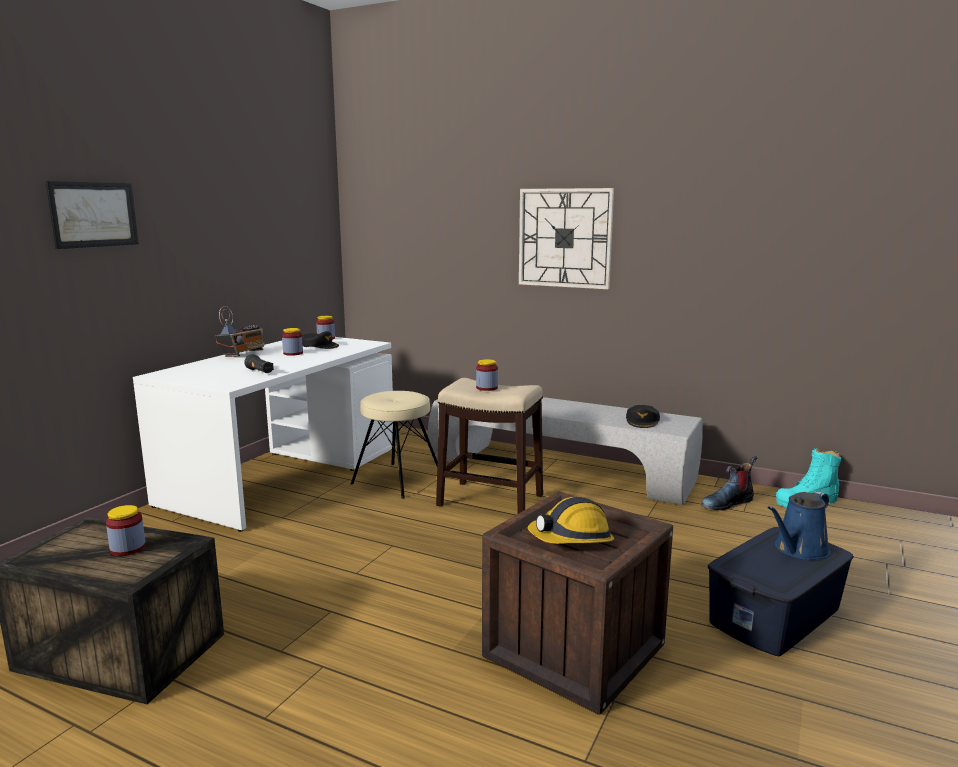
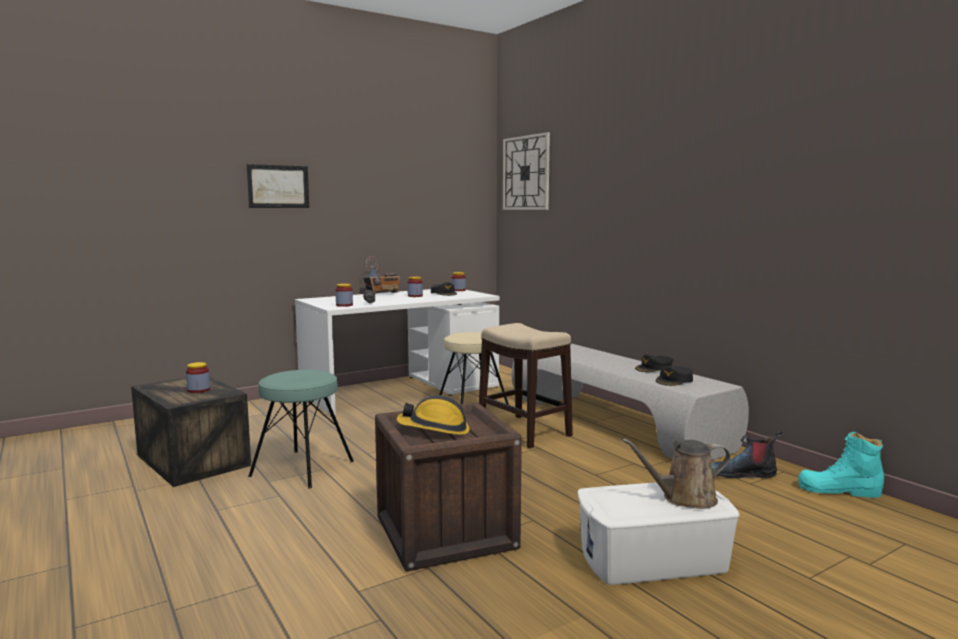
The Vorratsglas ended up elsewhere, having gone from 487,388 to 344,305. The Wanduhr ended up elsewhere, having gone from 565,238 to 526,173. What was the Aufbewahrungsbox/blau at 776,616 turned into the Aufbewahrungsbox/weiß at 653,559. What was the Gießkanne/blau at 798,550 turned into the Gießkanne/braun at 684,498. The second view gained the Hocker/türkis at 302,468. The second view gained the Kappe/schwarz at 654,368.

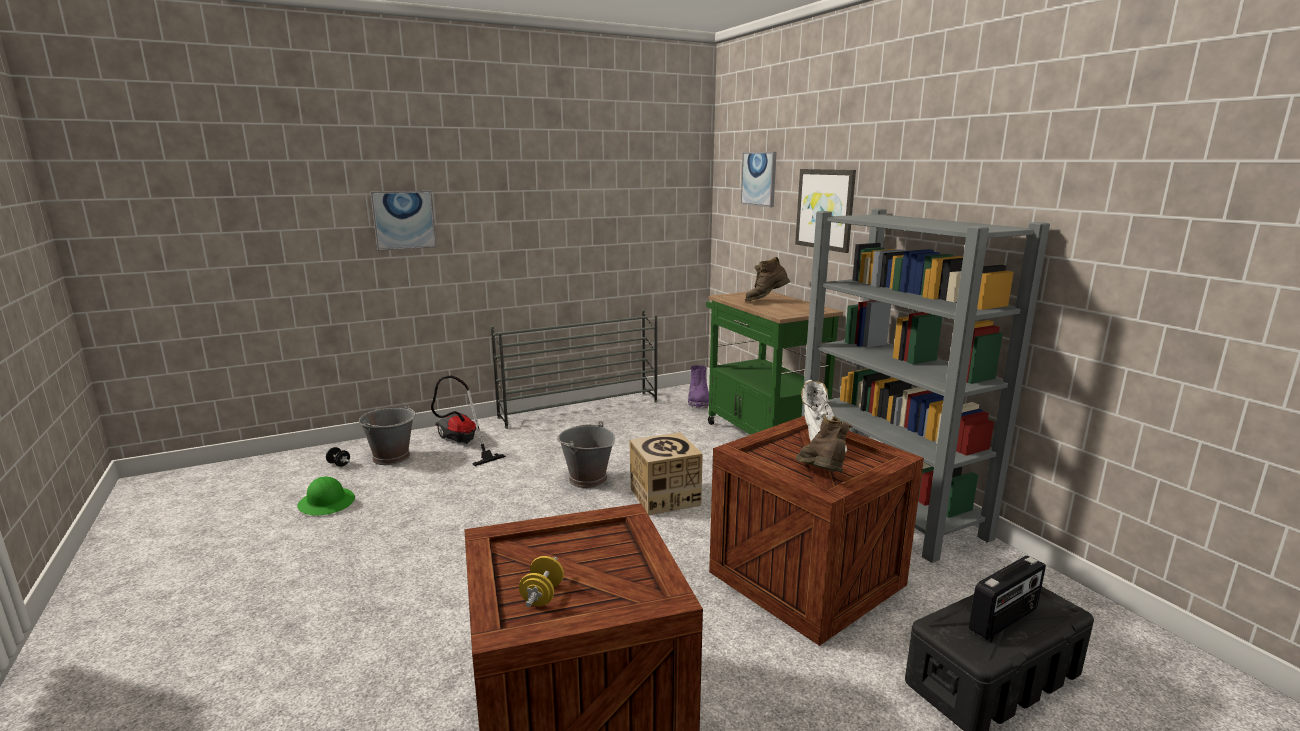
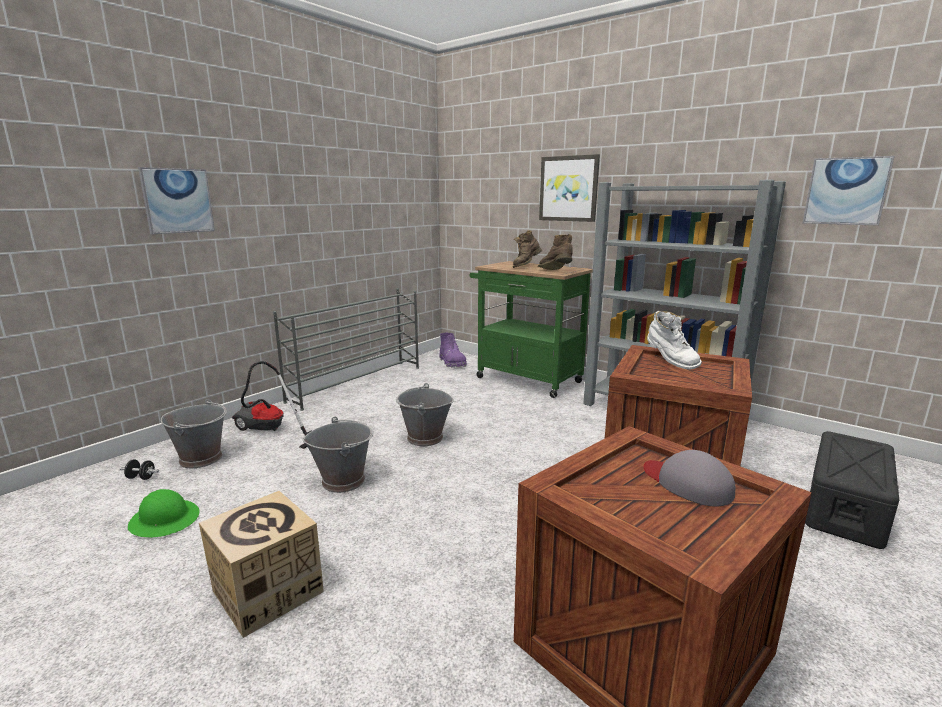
The second view lost the Hantel/gelb at 542,595. The Karton ended up elsewhere, having gone from 664,497 to 267,591. The Bild ended up elsewhere, having gone from 759,179 to 846,191. The Stiefel/braun ended up elsewhere, having gone from 821,478 to 555,272. The second view lost the Radio at 1004,619. The second view gained the Eimer/grau at 343,480. The second view gained the Kappe/grau at 687,483.

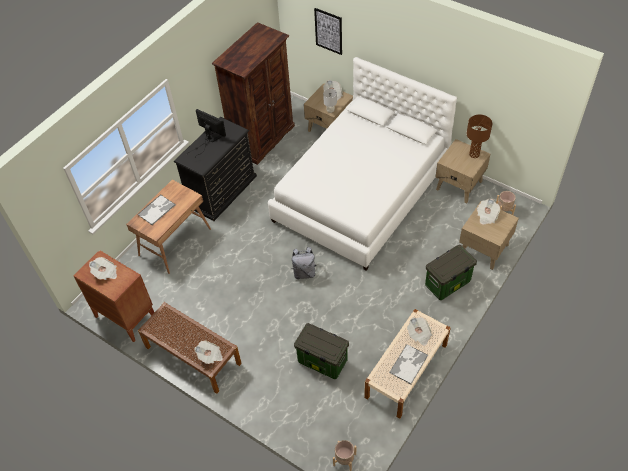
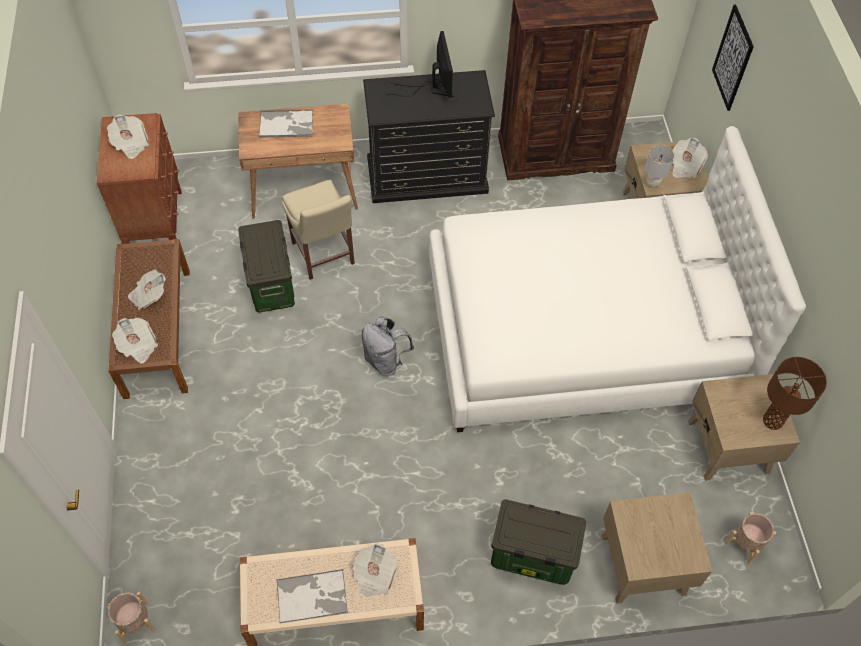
The Aufbewahrungsbox ended up elsewhere, having gone from 321,361 to 270,284. The Zeitung ended up elsewhere, having gone from 486,216 to 149,295. The second view gained the Stuhl/beige at 324,255.

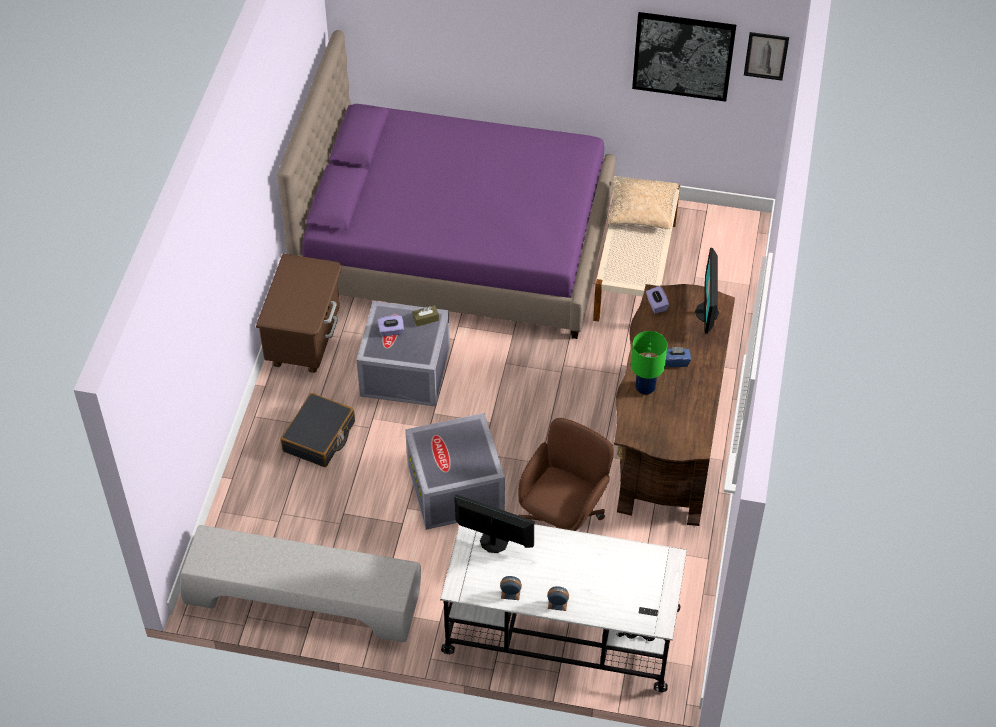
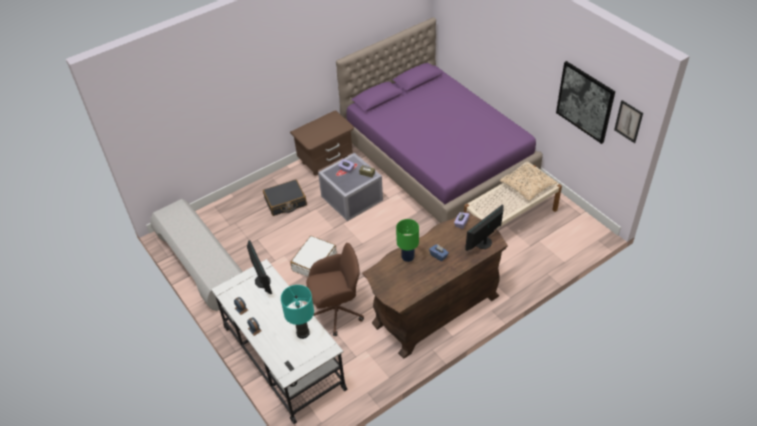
Where the Aufbewahrungsbox/grau stood at 457,489, the Koffer/weiß came to stand at 314,262. The second view gained the Tischlampe/türkis at 303,333.

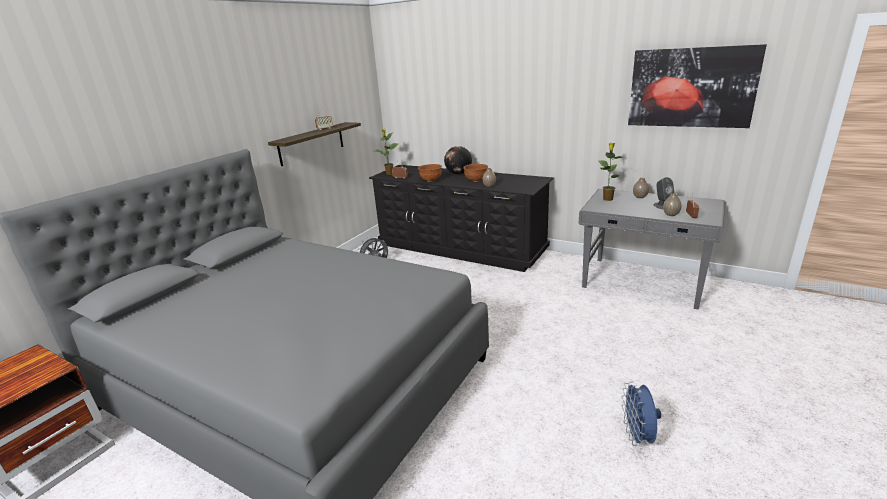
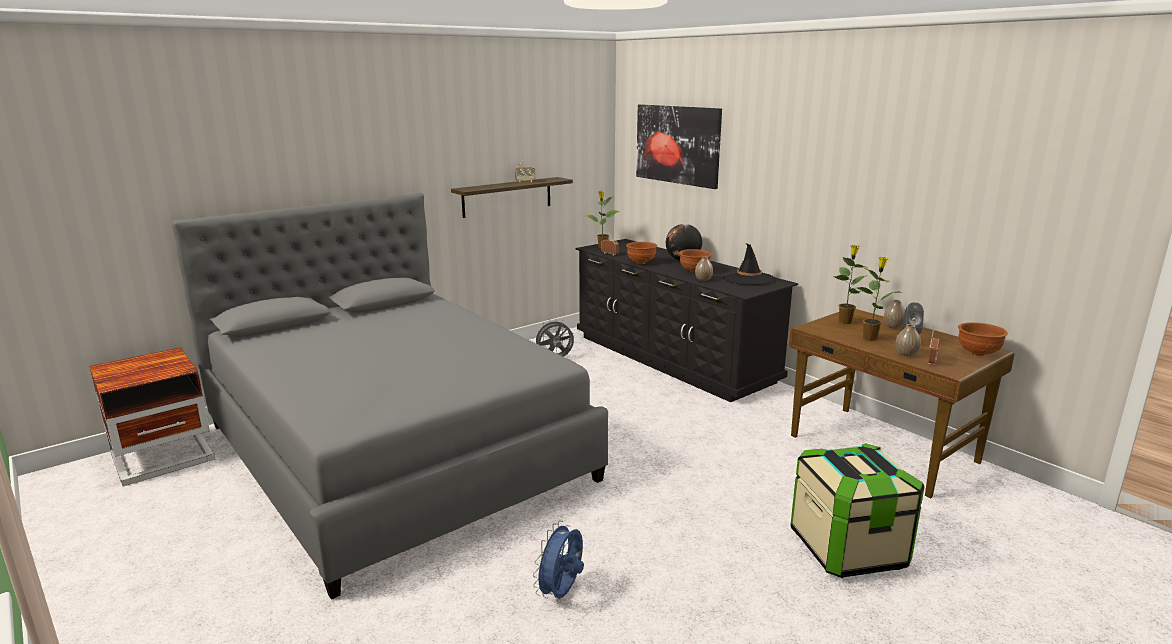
What was the Schreibtisch/grau at 643,282 turned into the Schreibtisch/braun at 882,450. The Ventilator/blau ended up elsewhere, having gone from 637,437 to 562,593. The Bild ended up elsewhere, having gone from 691,87 to 677,144. The second view gained the Hut/schwarz at 748,279. The second view gained the Aufbewahrungsbox at 847,549. The second view gained the Topfpflanze at 870,338. The second view gained the Schüssel/braun at 977,353.

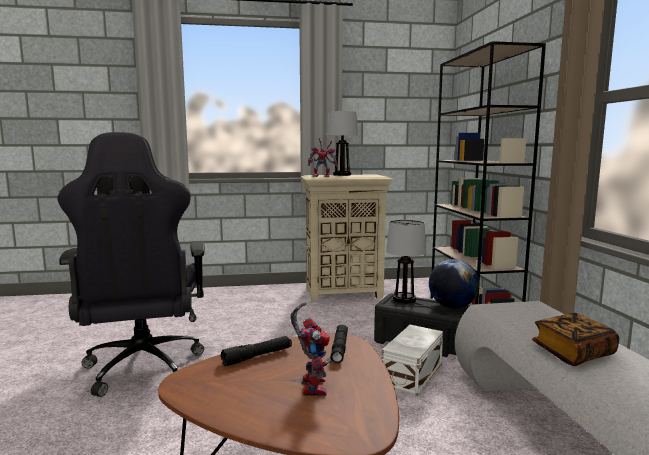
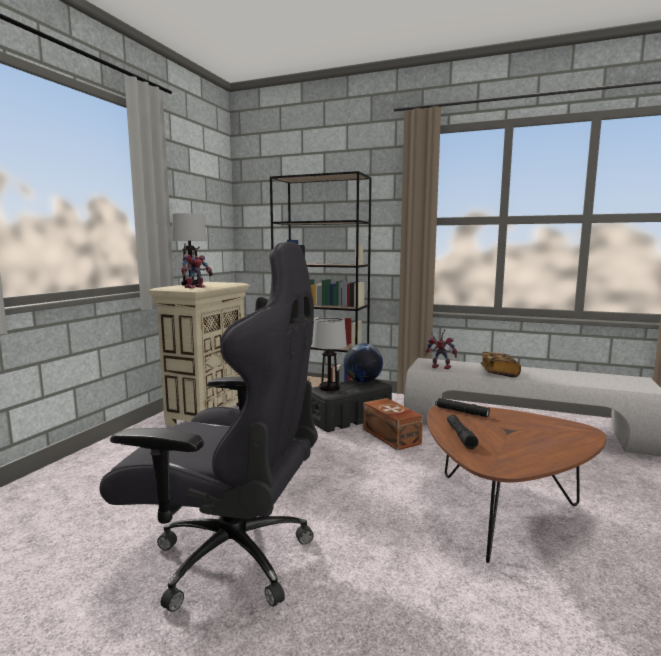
The Spielzeugroboter ended up elsewhere, having gone from 311,385 to 439,367. What was the Aufbewahrungsbox/weiß at 411,374 turned into the Aufbewahrungsbox/braun at 391,436.

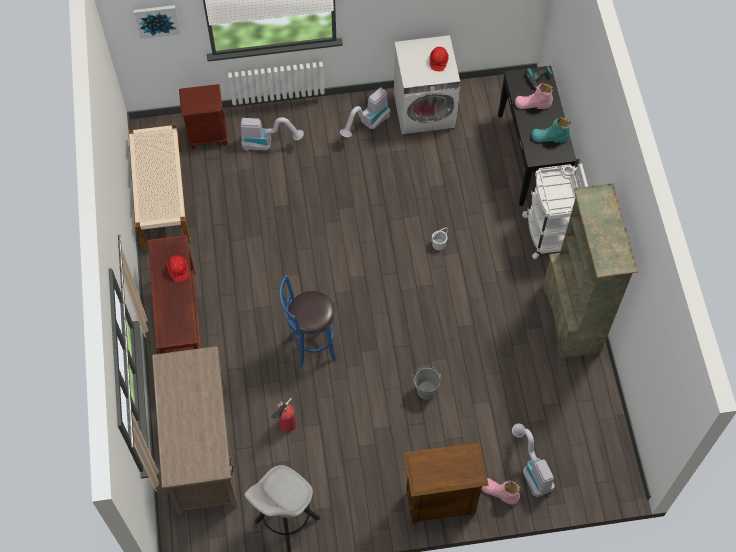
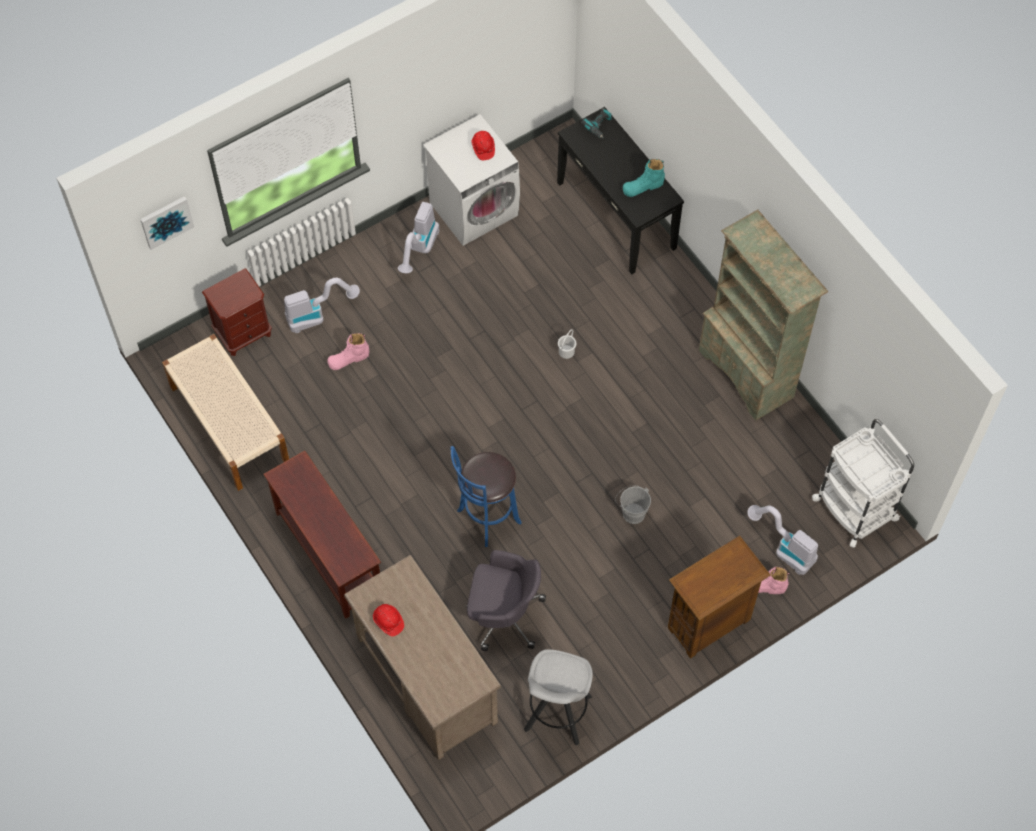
The Schutzhelm/rot ended up elsewhere, having gone from 178,270 to 388,622. Where the Feuerlöscher stood at 285,425, the Bürostuhl/grau came to stand at 503,615. The Stiefel/rosa ended up elsewhere, having gone from 533,104 to 348,359. The Rollwagen/weiß ended up elsewhere, having gone from 549,233 to 854,509.

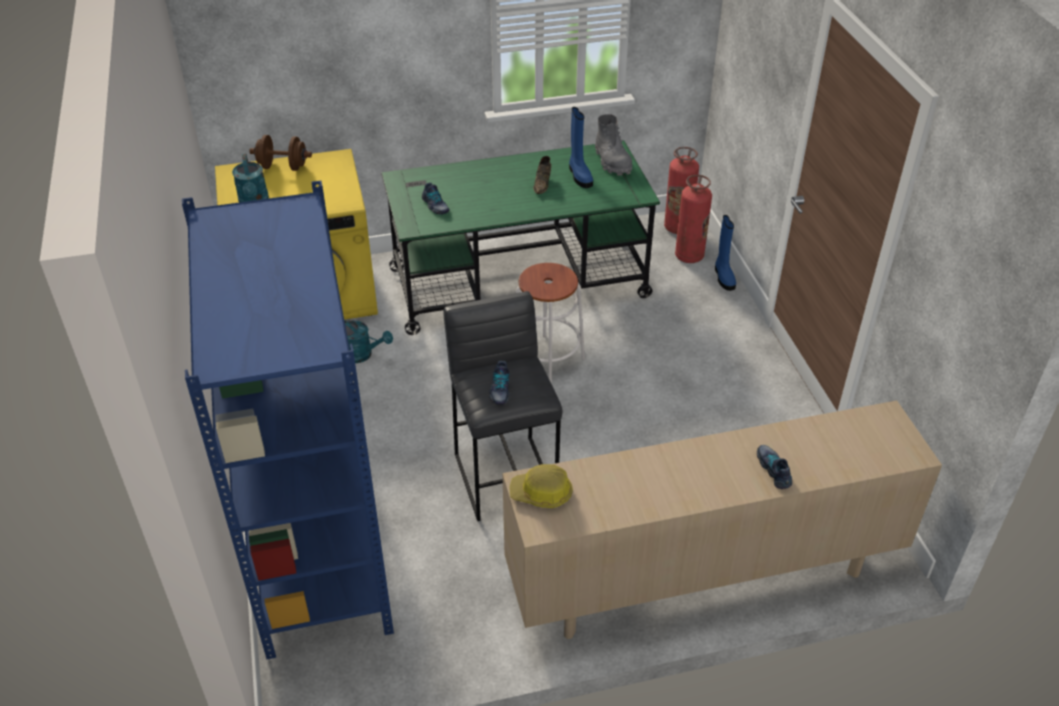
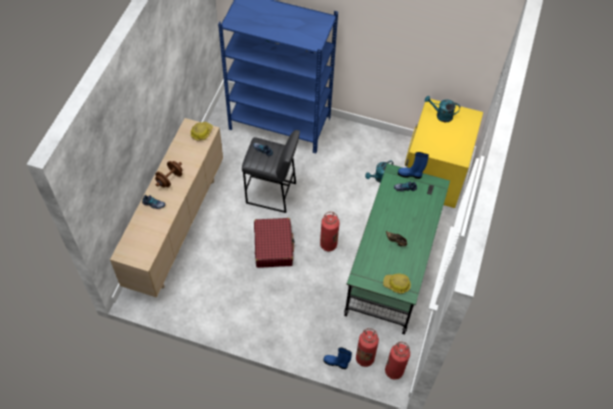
The Hantel/braun ended up elsewhere, having gone from 283,167 to 170,179. Where the Hocker/weiß stood at 547,360, the Feuerlöscher came to stand at 328,244. The Stiefel/blau ended up elsewhere, having gone from 579,175 to 410,174. Where the Stiefel/grau stood at 612,161, the Schutzhelm came to stand at 397,285. The second view gained the Koffer/rot at 273,246.

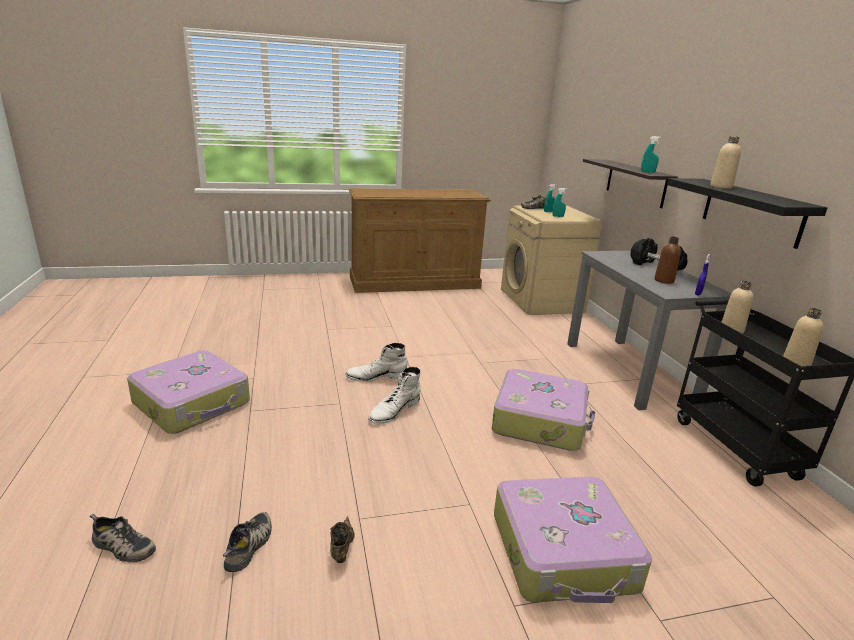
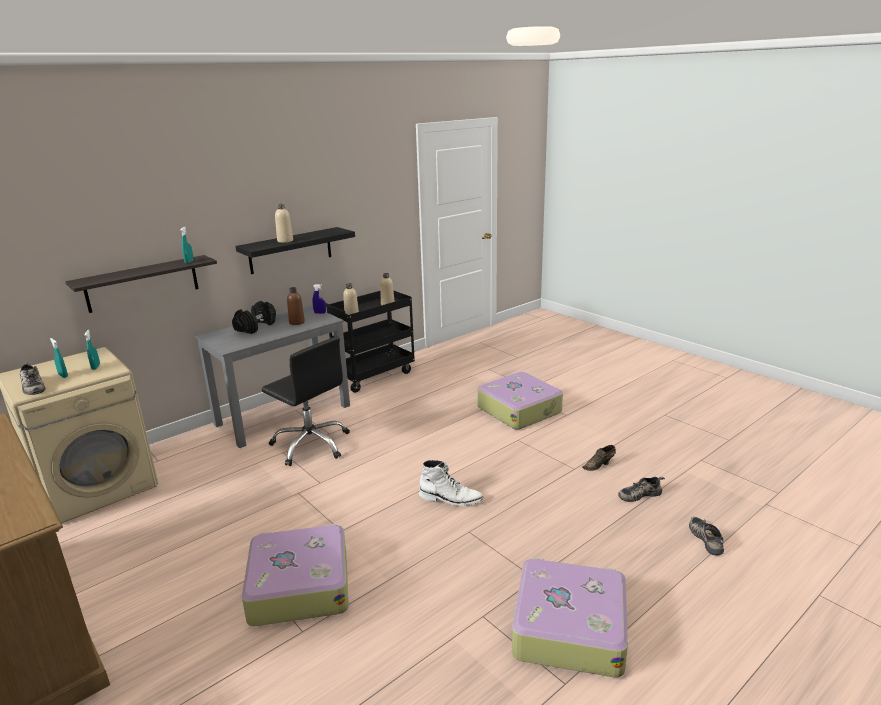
The second view lost the Stiefel/weiß at 376,376. The Koffer ended up elsewhere, having gone from 540,420 to 299,586. The second view gained the Bürostuhl/schwarz at 311,444.

